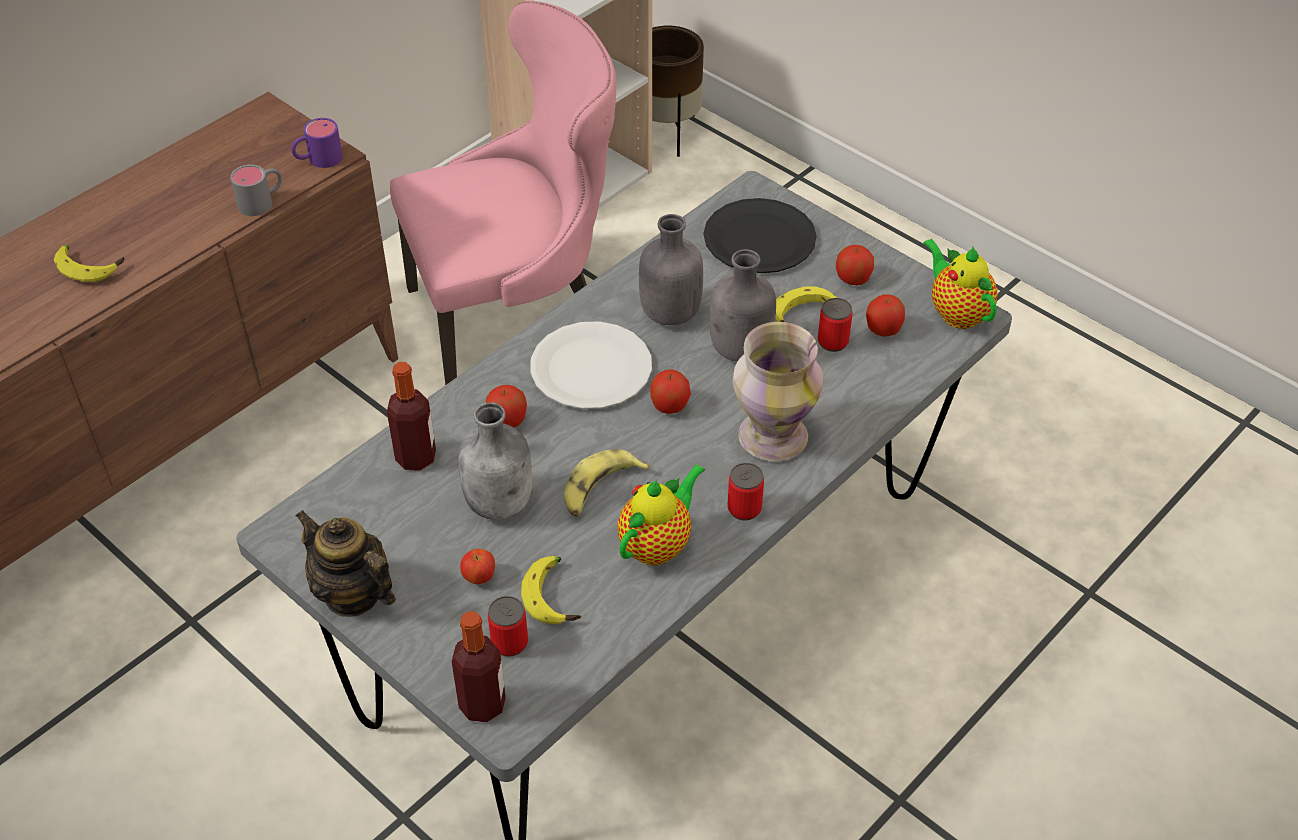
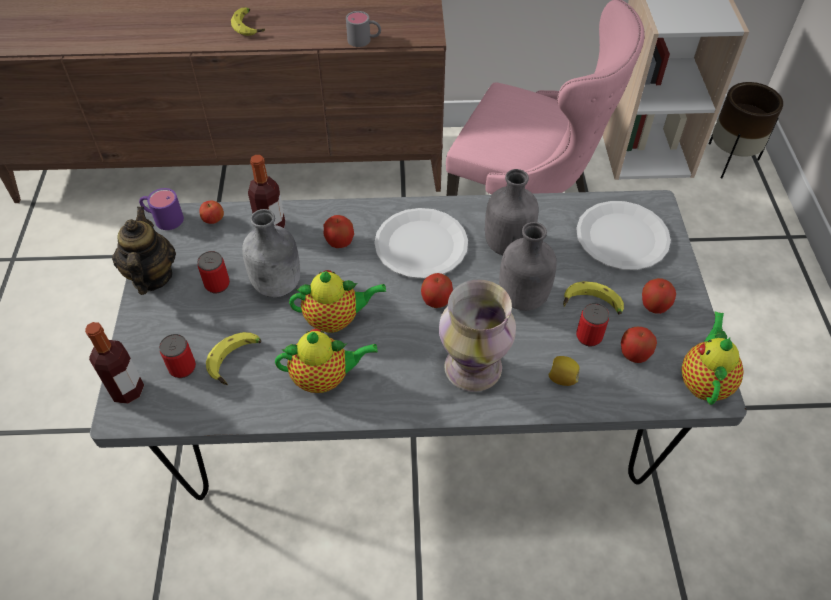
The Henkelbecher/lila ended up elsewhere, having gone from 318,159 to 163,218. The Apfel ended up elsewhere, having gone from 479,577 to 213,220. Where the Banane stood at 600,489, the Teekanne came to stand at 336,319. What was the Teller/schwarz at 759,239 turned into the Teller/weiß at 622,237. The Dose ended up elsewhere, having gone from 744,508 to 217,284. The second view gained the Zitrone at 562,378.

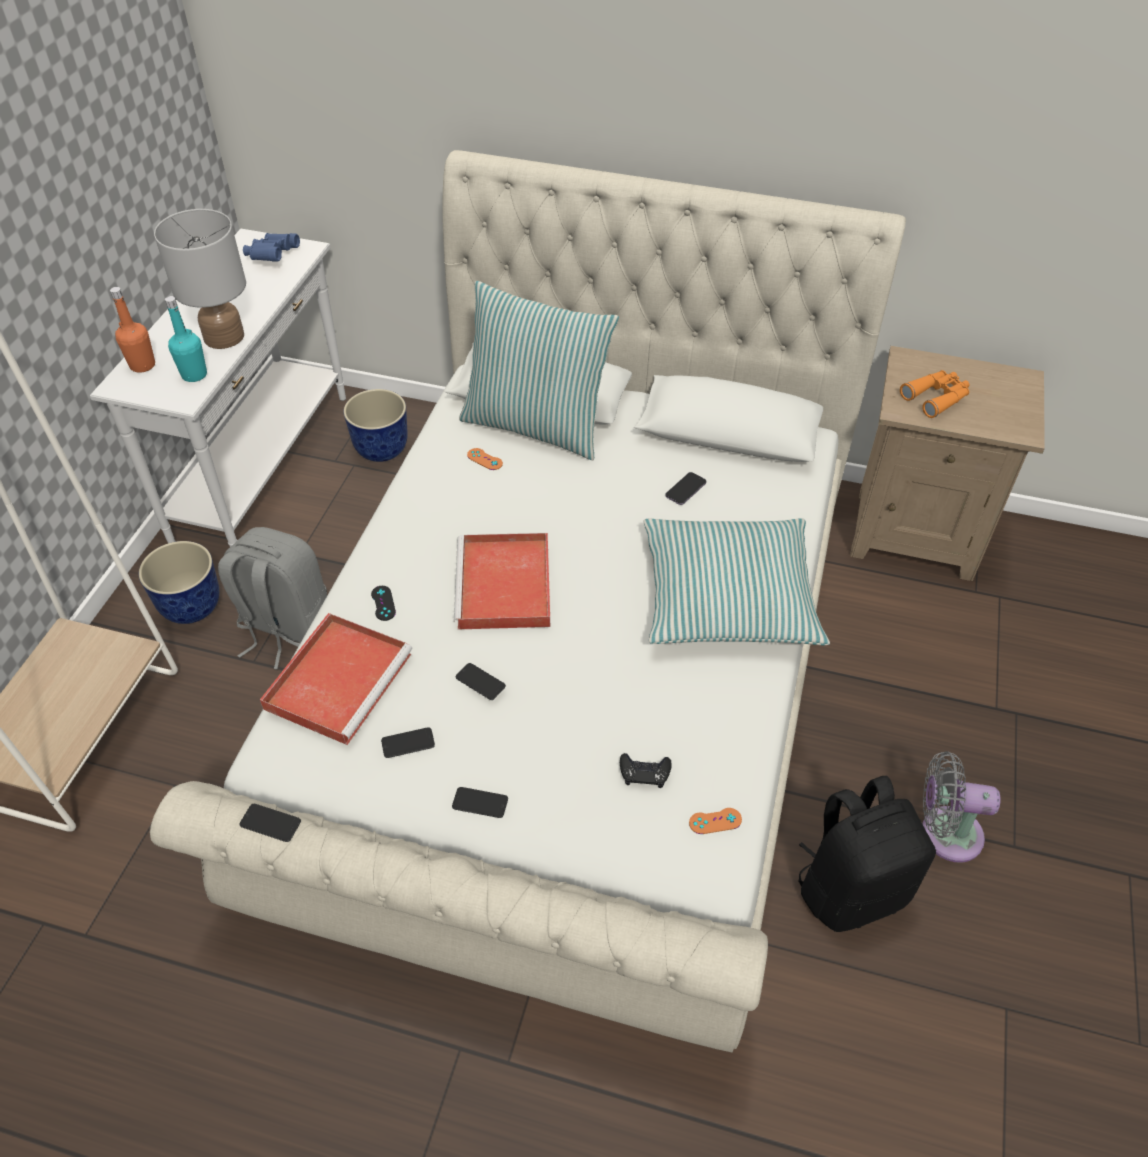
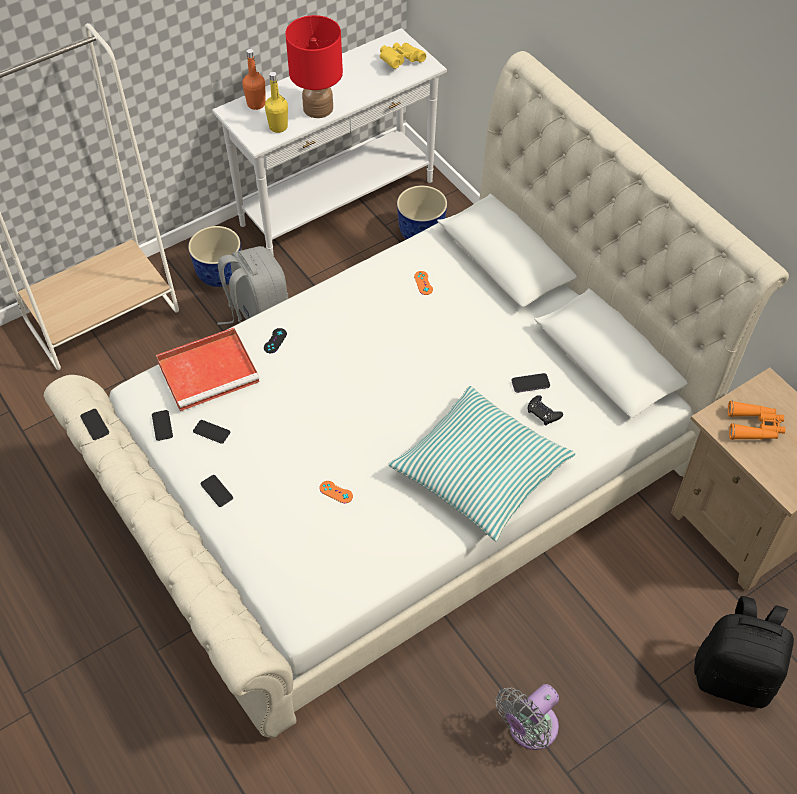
What was the Tischlampe/grau at 223,337 turned into the Tischlampe/rot at 317,108. What was the Flasche/türkis at 194,375 turned into the Flasche/gelb at 278,127. What was the Fernglas/blau at 272,257 turned into the Fernglas/gelb at 400,61. The second view lost the Tablett/rot at 505,586. The Handy ended up elsewhere, having gone from 480,682 to 162,425. The second view lost the Kissen at 536,425. The Gamepad/schwarz ended up elsewhere, having gone from 644,772 to 543,412. The Gamepad/orange ended up elsewhere, having gone from 715,821 to 336,492. The Rucksack/schwarz ended up elsewhere, having gone from 851,888 to 734,676. The Ventilator/grau at 944,833 ended up facing another way, 90 degrees counterclockwise from before.

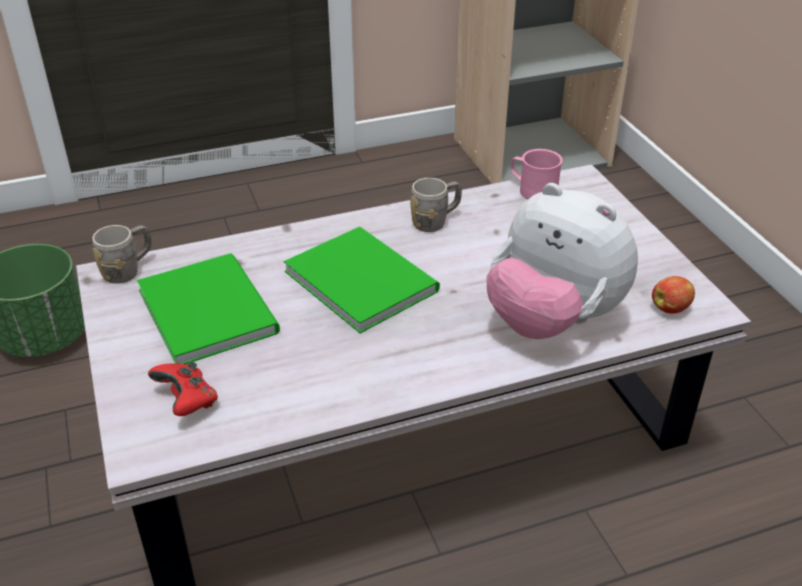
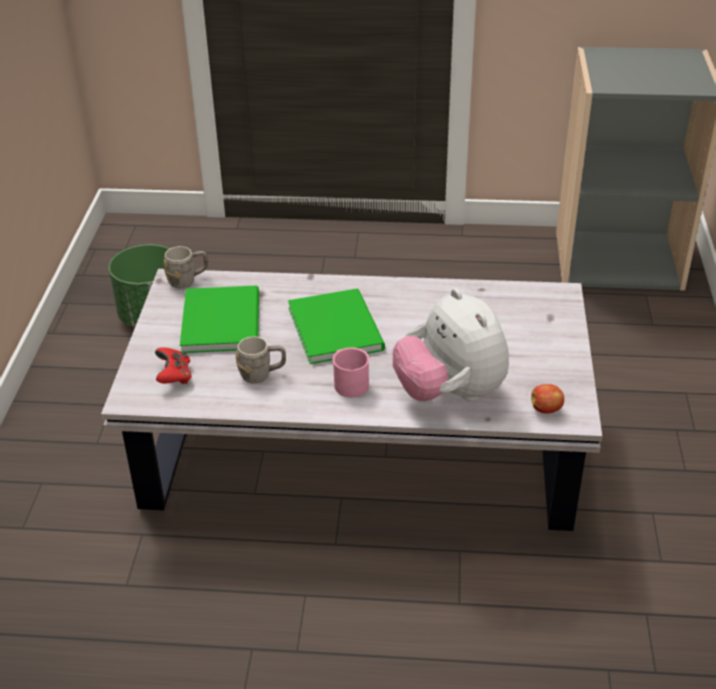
The Henkelbecher/grau ended up elsewhere, having gone from 435,221 to 262,374. The Henkelbecher/rosa ended up elsewhere, having gone from 532,190 to 348,382.

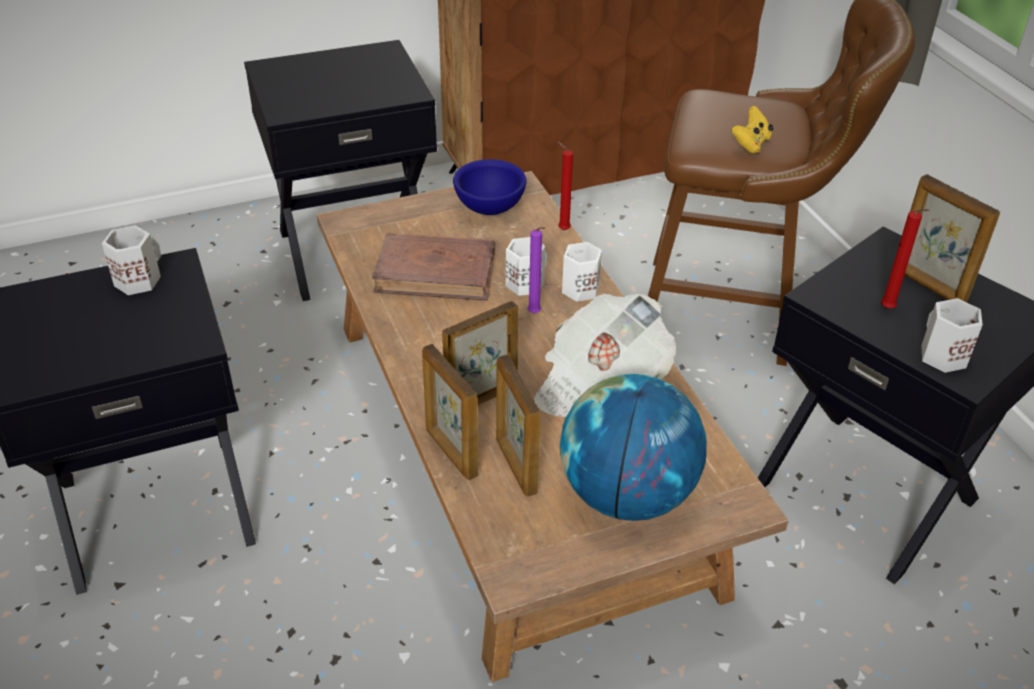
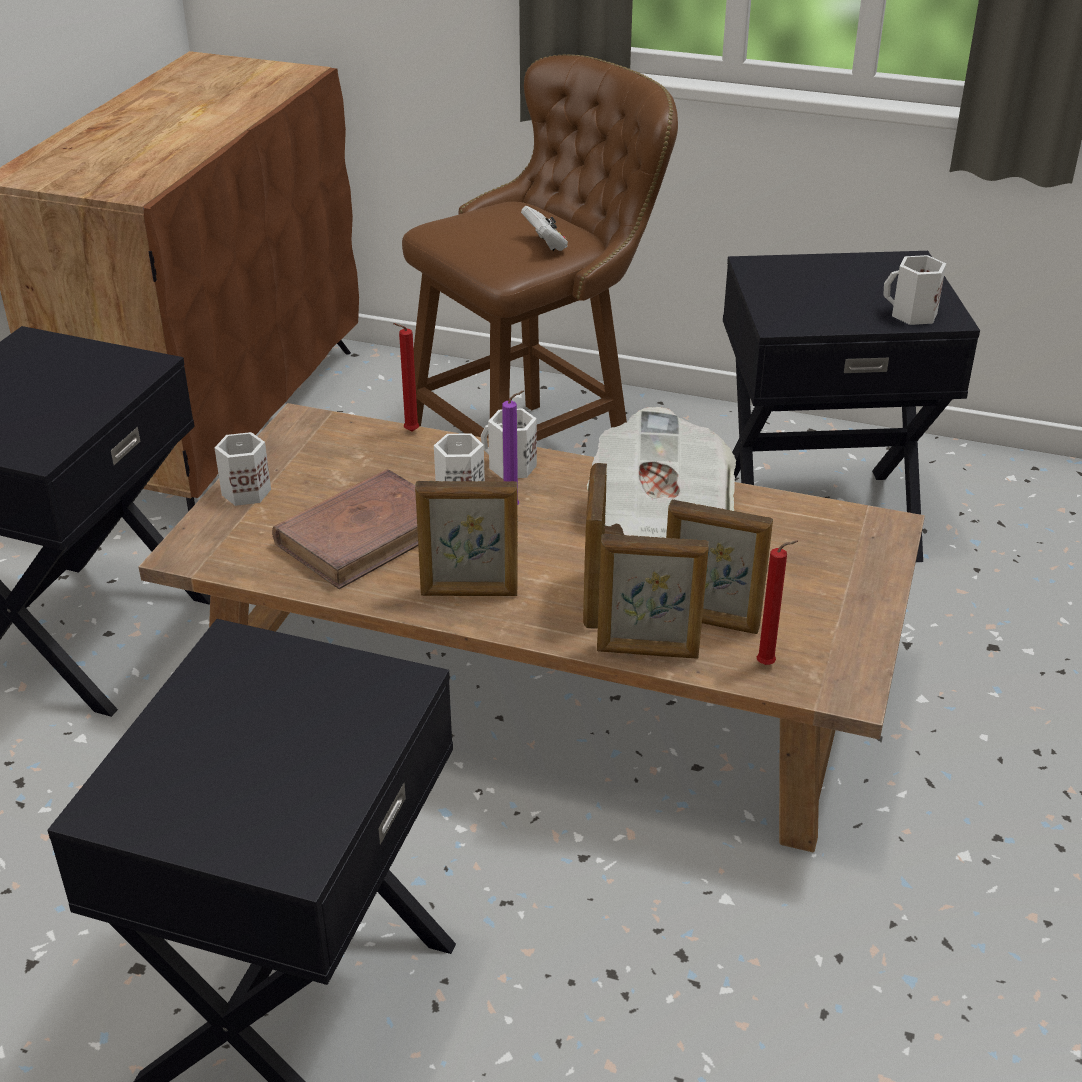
The Henkelbecher/weiß ended up elsewhere, having gone from 138,279 to 244,491. The second view lost the Schüssel/blau at 491,208. The second view lost the Globus at 627,495. What was the Gamepad/gelb at 750,144 turned into the Gamepad/weiß at 545,245. The Kerze/rot ended up elsewhere, having gone from 889,310 to 768,665. The Bilderrahmen ended up elsewhere, having gone from 928,286 to 469,593.

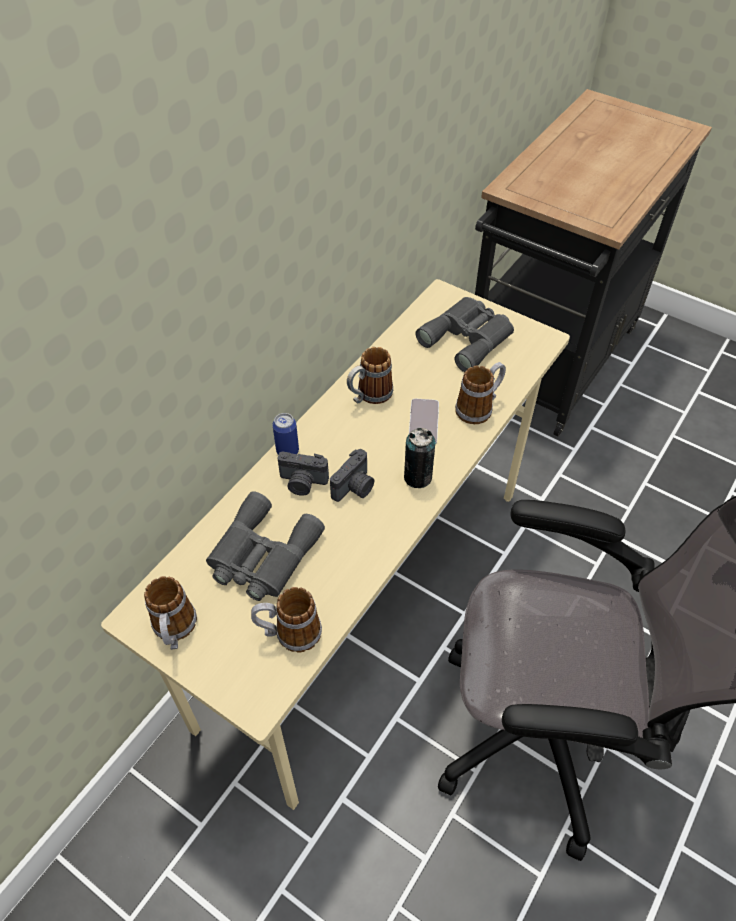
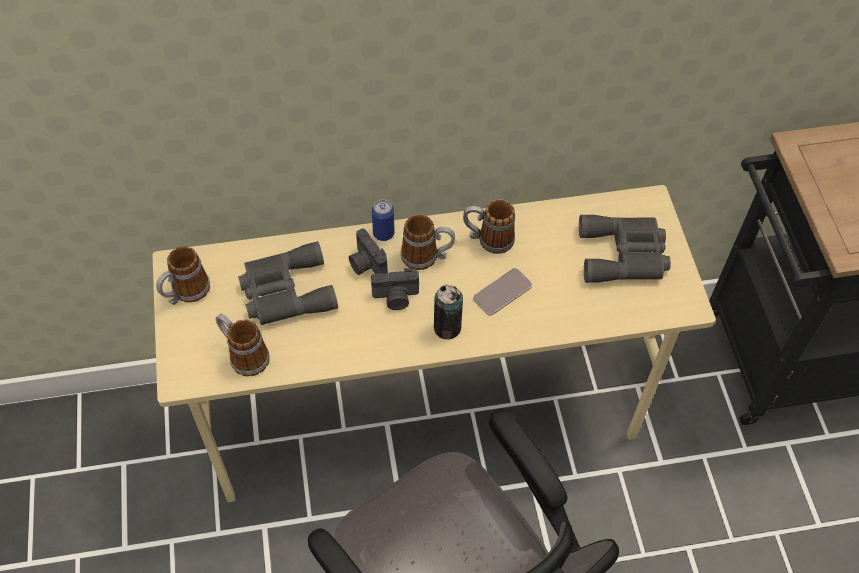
The Henkelbecher ended up elsewhere, having gone from 479,408 to 427,257.

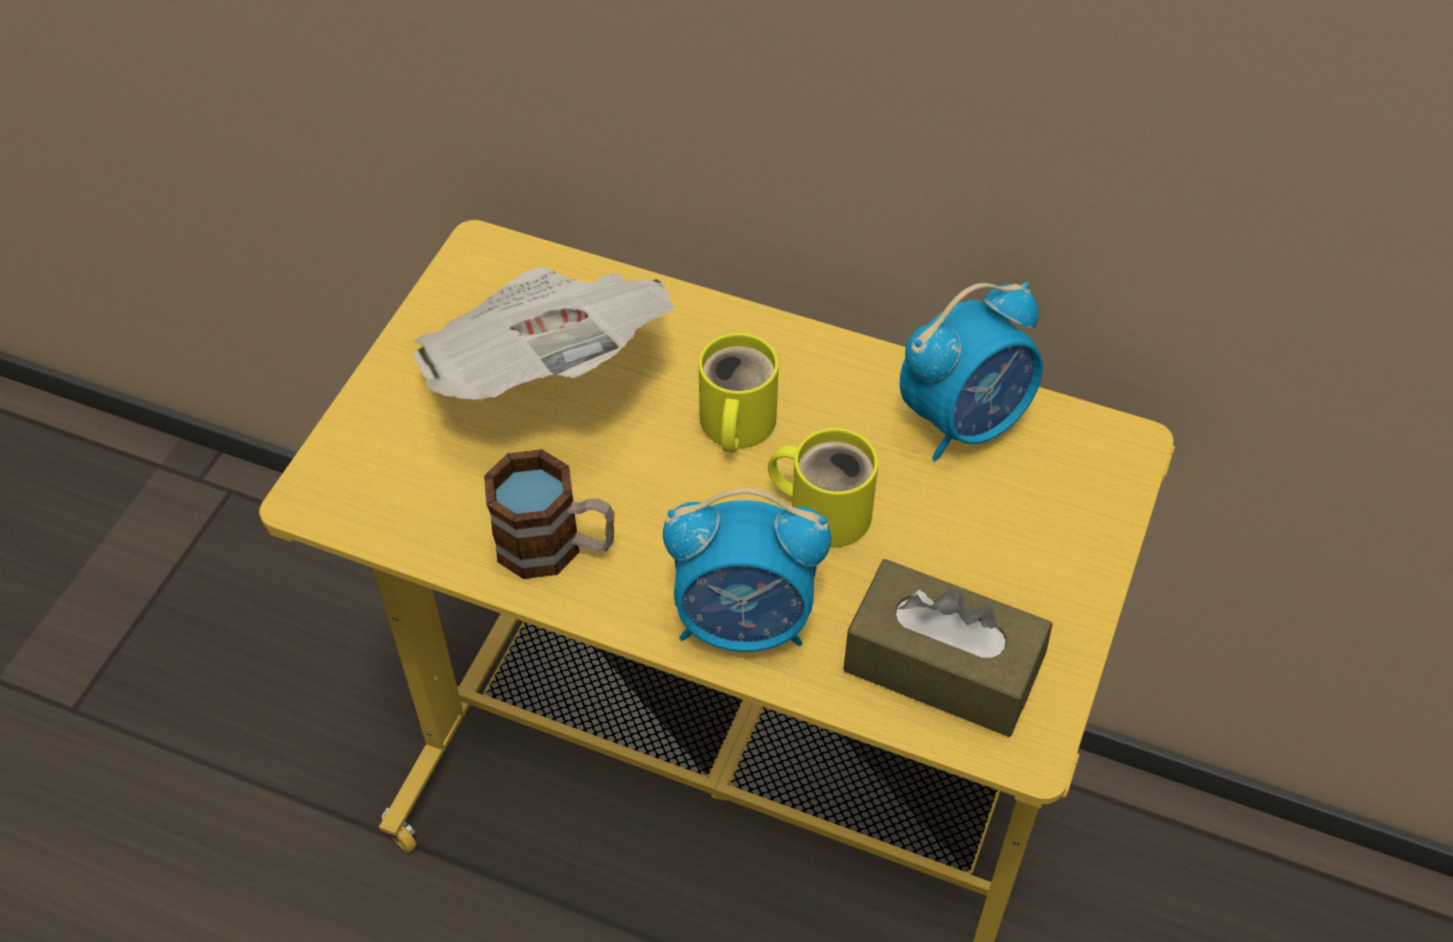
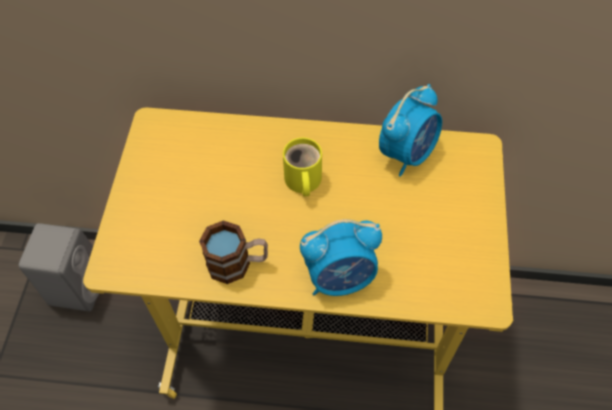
The second view lost the Zeitung at 545,372. The second view lost the Henkelbecher/gelb at 824,509. The second view lost the Taschentuchbox/braun at 942,667. The second view gained the Lautsprecher/grau at 78,284.

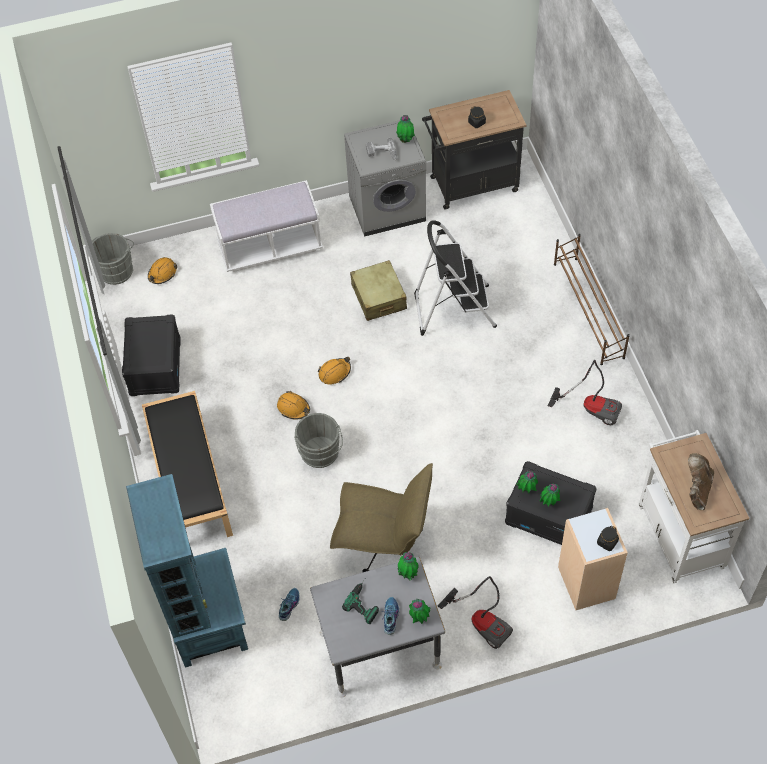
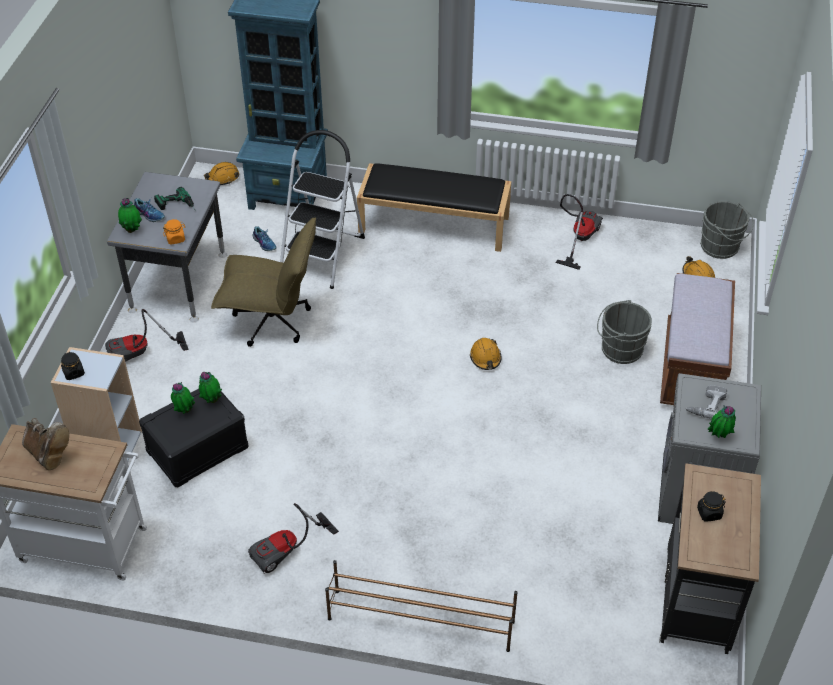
Where the Aufbewahrungsbox/schwarz stood at 155,366, the Staubsauger came to stand at 579,239. What was the Bank/weiß at 270,246 turned into the Bank/braun at 692,368. The Schutzhelm/orange ended up elsewhere, having gone from 293,408 to 222,178. The Eimer/grau ended up elsewhere, having gone from 320,454 to 619,349. The Bürostuhl/beige at 384,543 ended up facing another way, 120 degrees counterclockwise from before. The second view lost the Koffer/beige at 378,297. Where the Topfpflanze stood at 408,574, the Vorratsglas/orange came to stand at 176,239. The Trittleiter ended up elsewhere, having gone from 452,309 to 324,254.

